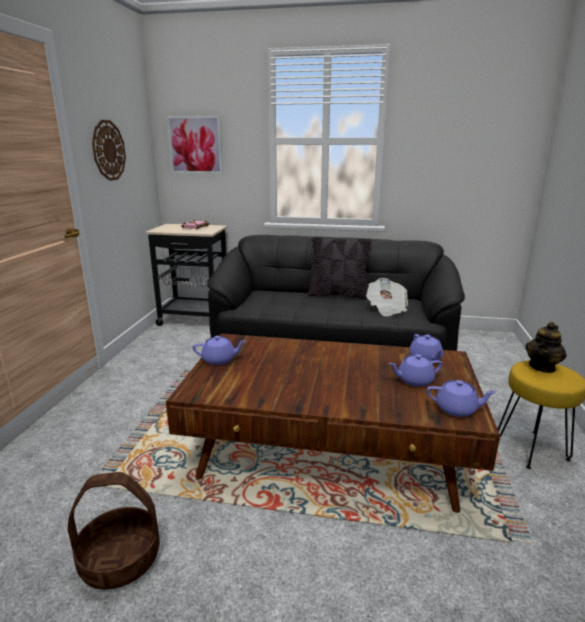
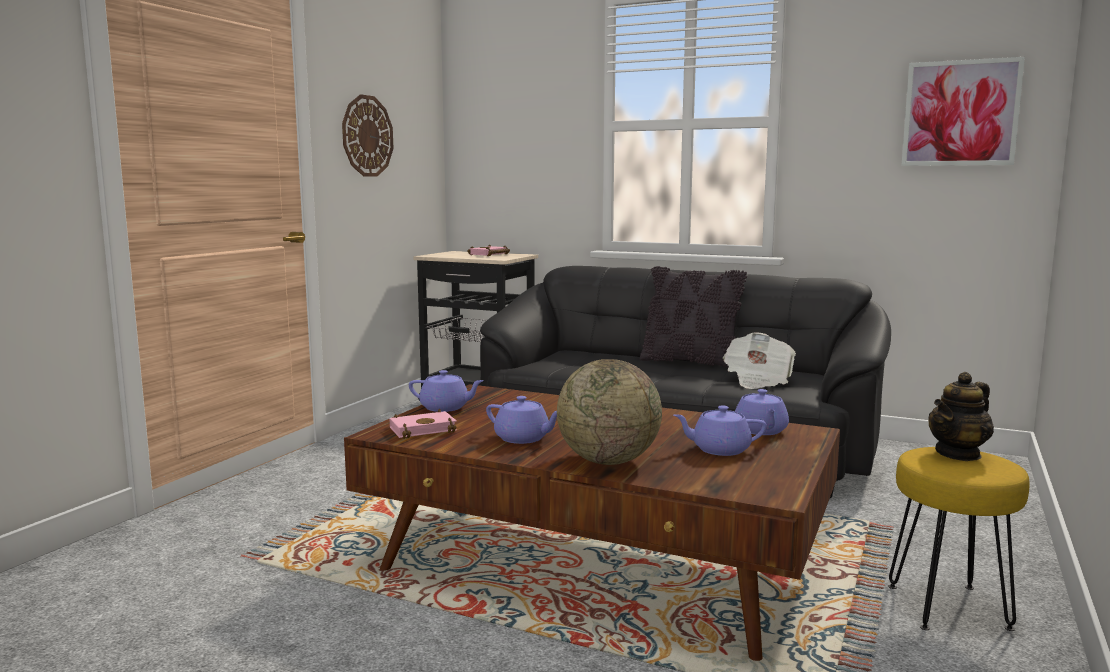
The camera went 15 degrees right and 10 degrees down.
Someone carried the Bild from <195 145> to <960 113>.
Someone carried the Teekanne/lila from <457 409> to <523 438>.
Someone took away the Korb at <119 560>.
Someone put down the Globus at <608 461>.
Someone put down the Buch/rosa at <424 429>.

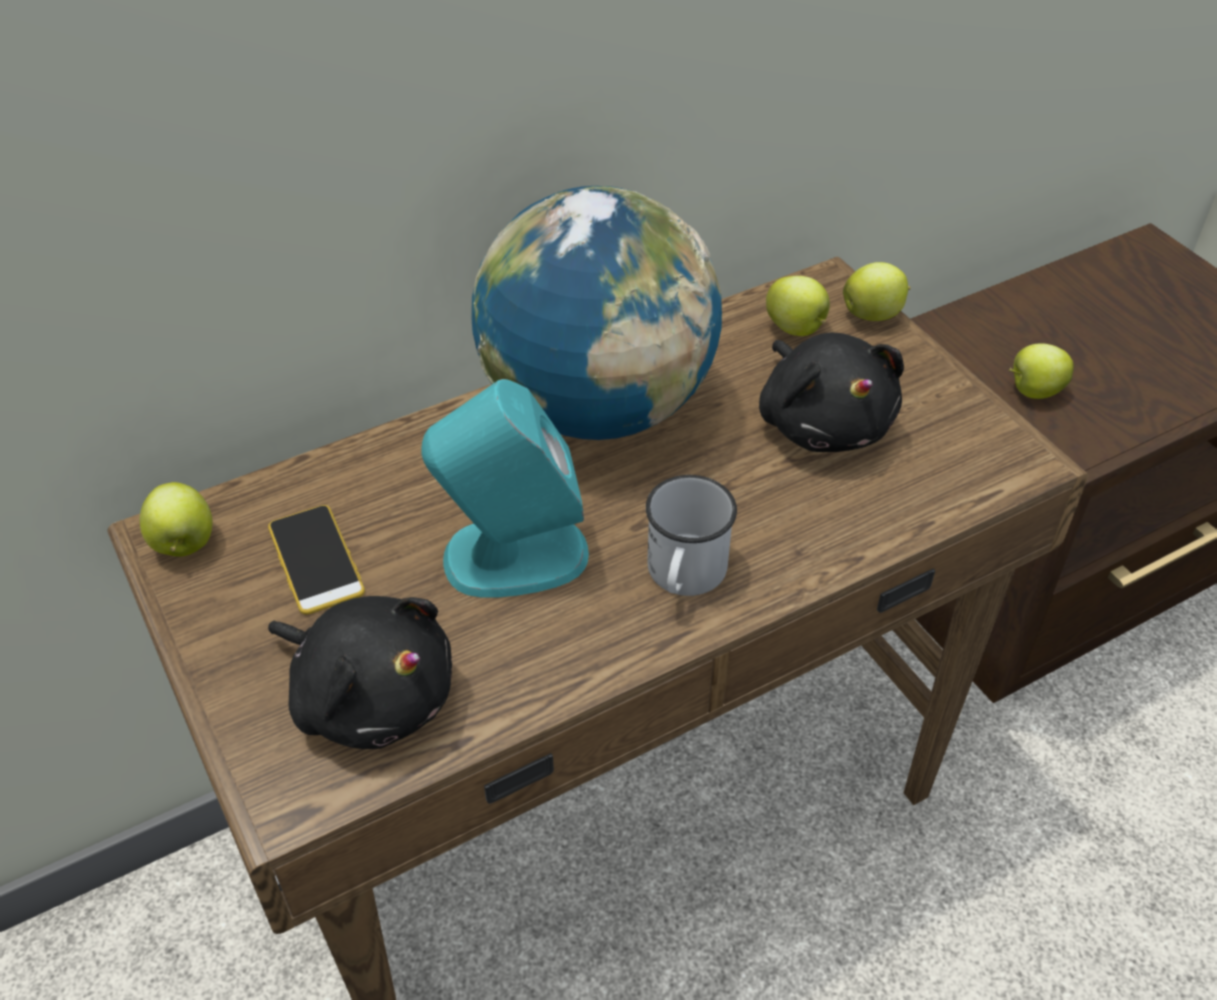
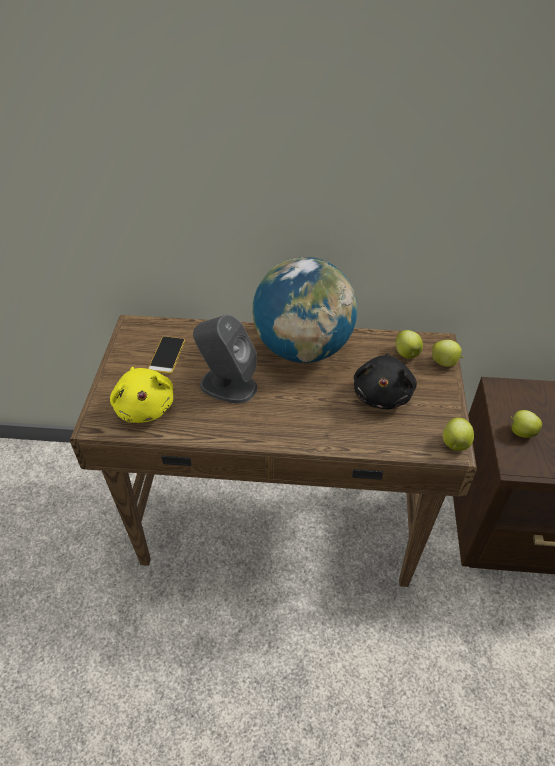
The camera went 35 degrees right and 0 degrees up.
Someone repainted the Lautsprecher/türkis at <513 556>, which became the Lautsprecher/grau at <227 385>.
Someone took away the Henkelbecher/weiß at <683 576>.
Someone carried the Apfel from <184 544> to <455 444>.
Someone repainted the Plüschtier/schwarz at <370 695>, which became the Plüschtier/gelb at <145 406>.

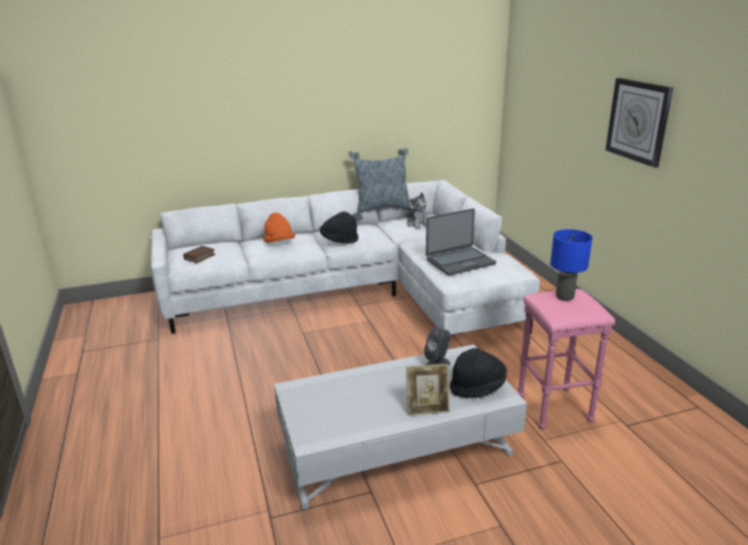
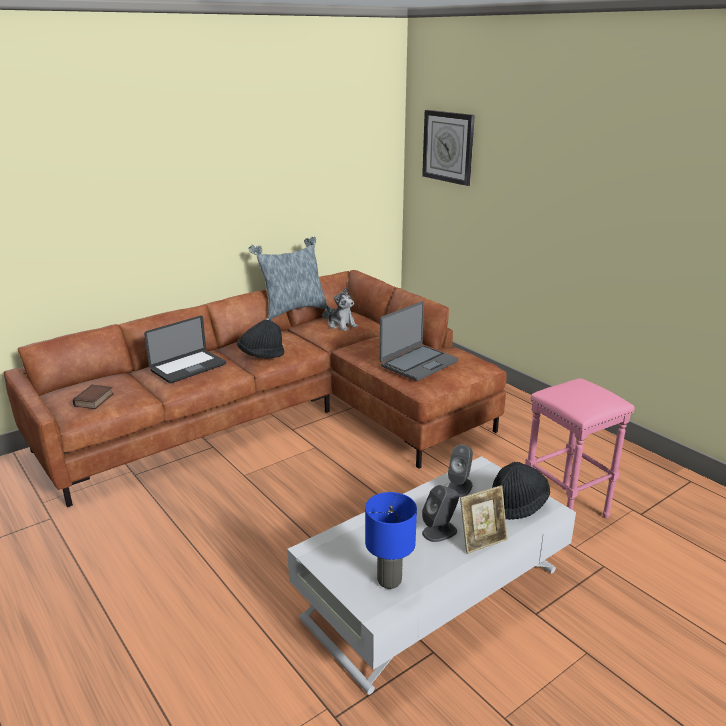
The camera went 20 degrees left and 0 degrees up.
Someone carried the Wanduhr from <638 121> to <448 147>.
Someone repainted the Sofa/weiß at <353 294>, which became the Sofa/braun at <279 417>.
Someone swapped the Hut/orange at <279 243> for the Laptop at <188 367>.
Someone carried the Tischlampe/blau from <564 298> to <389 582>.
Someone put down the Lautsprecher/grau at <440 531>.

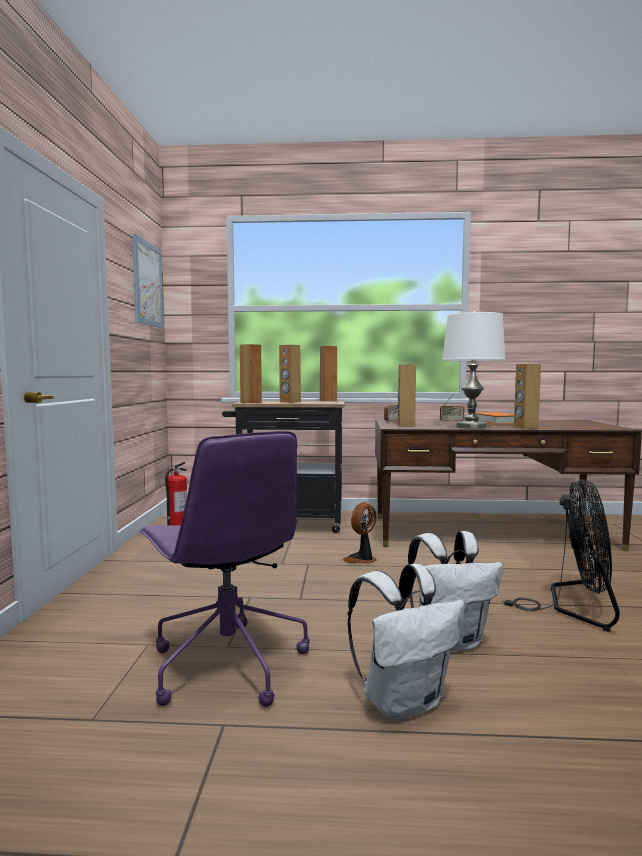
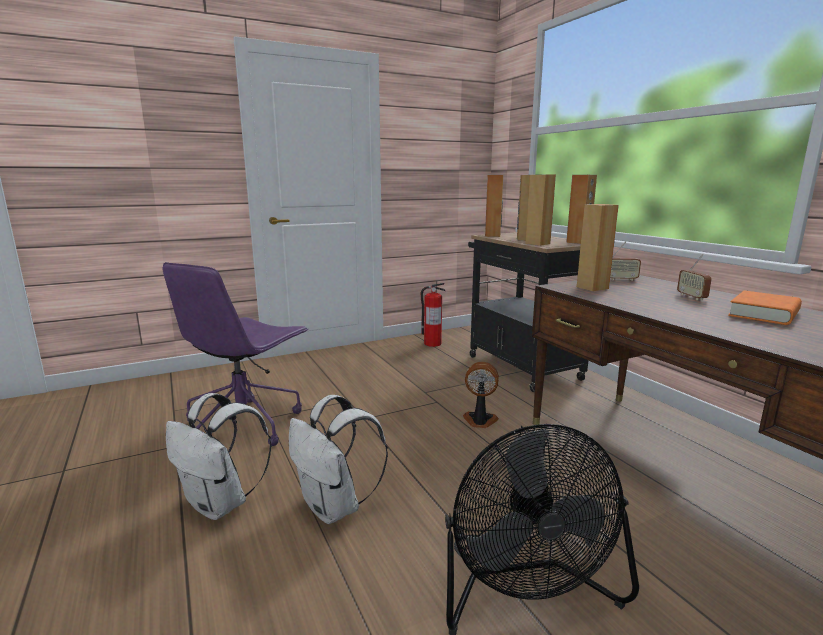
The camera went 60 degrees right and 10 degrees up.
Someone took away the Bild at <147 284>.
Someone took away the Tischlampe/weiß at <471 427>.
Someone carried the Lautsprecher/braun from <525 427> to <537 243>.

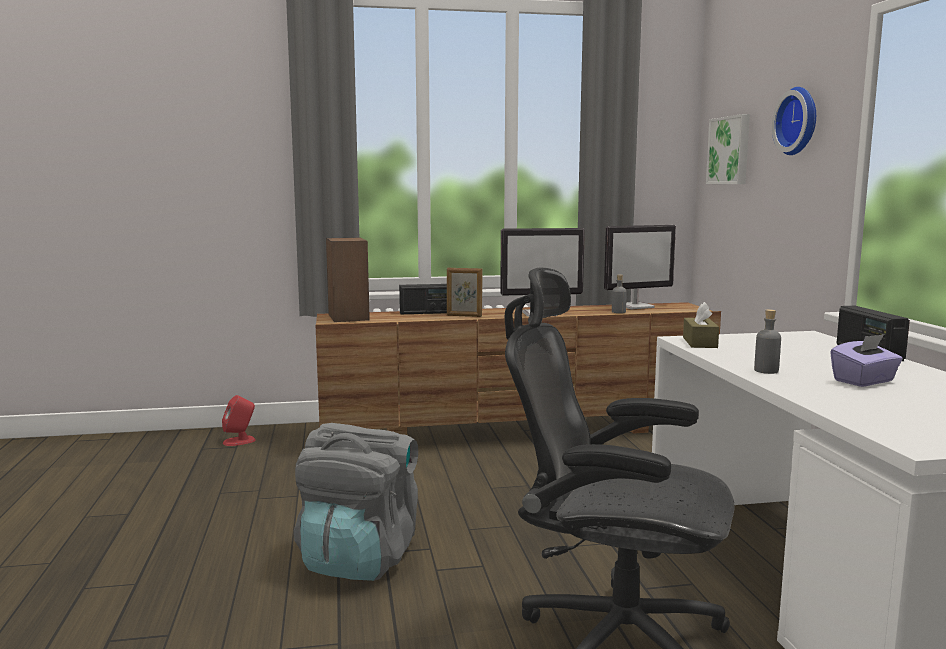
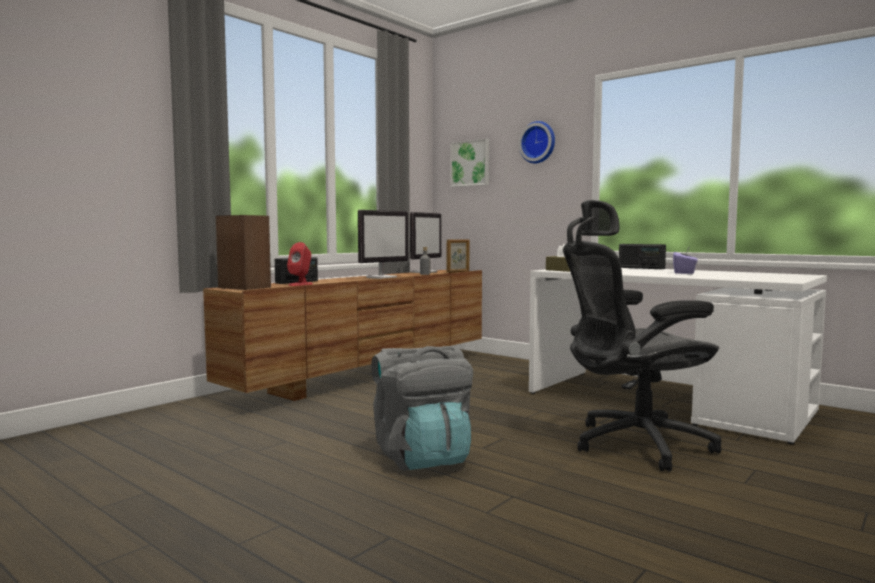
The camera went 40 degrees left and 5 degrees down.
Someone carried the Bilderrahmen from <464 316> to <458 272>.
Someone took away the Flasche/grau at <766 371>.
Someone carried the Lautsprecher/rot from <239 441> to <301 284>.

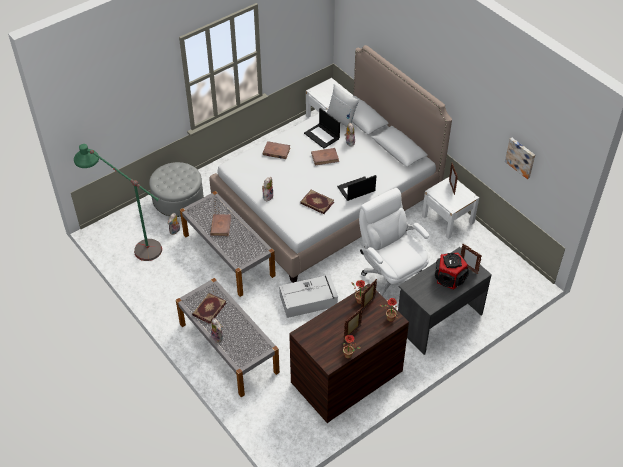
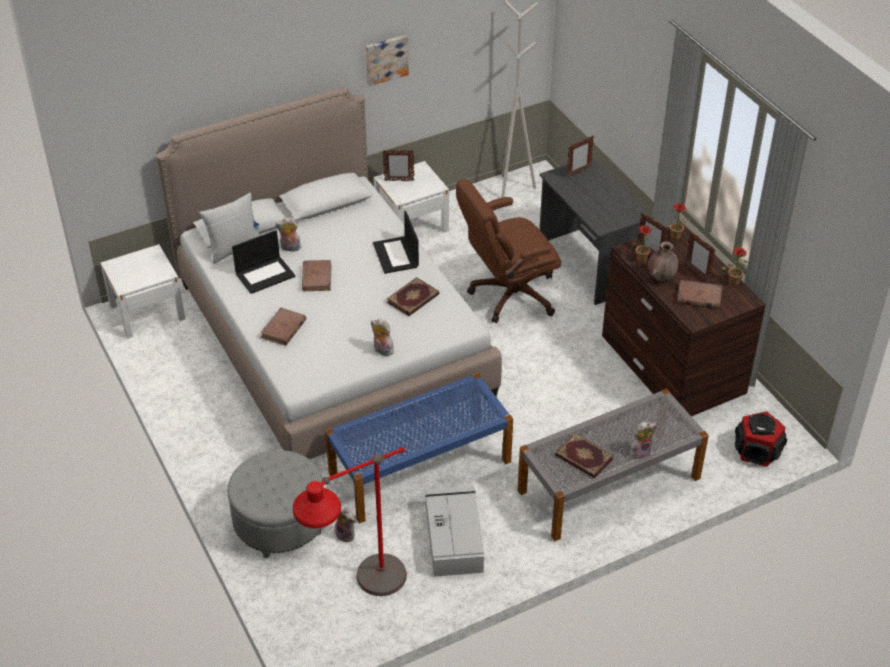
The camera went 80 degrees left and 5 degrees down.
Someone carried the Bild from <521 157> to <386 59>.
Someone repainted the Stehlampe/grün at <130 244>, which became the Stehlampe/rot at <360 600>.
Someone repainted the Bürostuhl/weiß at <390 278>, which became the Bürostuhl/braun at <507 296>.
Someone repainted the Bank/grau at <229 255>, which became the Bank/blau at <420 467>.
Someone carried the Buch/braun from <221 226> to <699 297>.
Someone carried the Lautsprecher from <449 278> to <757 451>.
Someone carried the Aufbewahrungsbox/grau from <309 300> to <453 537>.
Someone put down the Kleiderständer/grau at <513 187>.
Someone put down the Vase/braun at <661 277>.

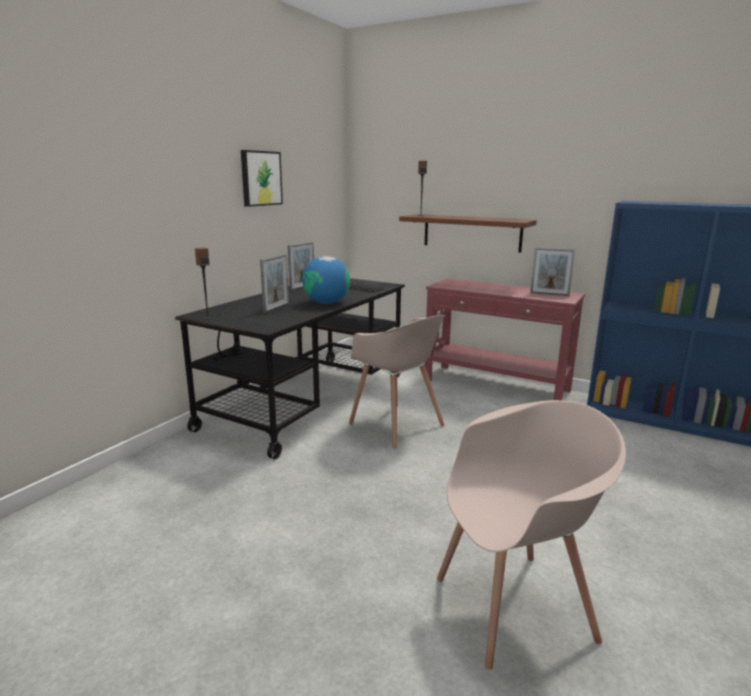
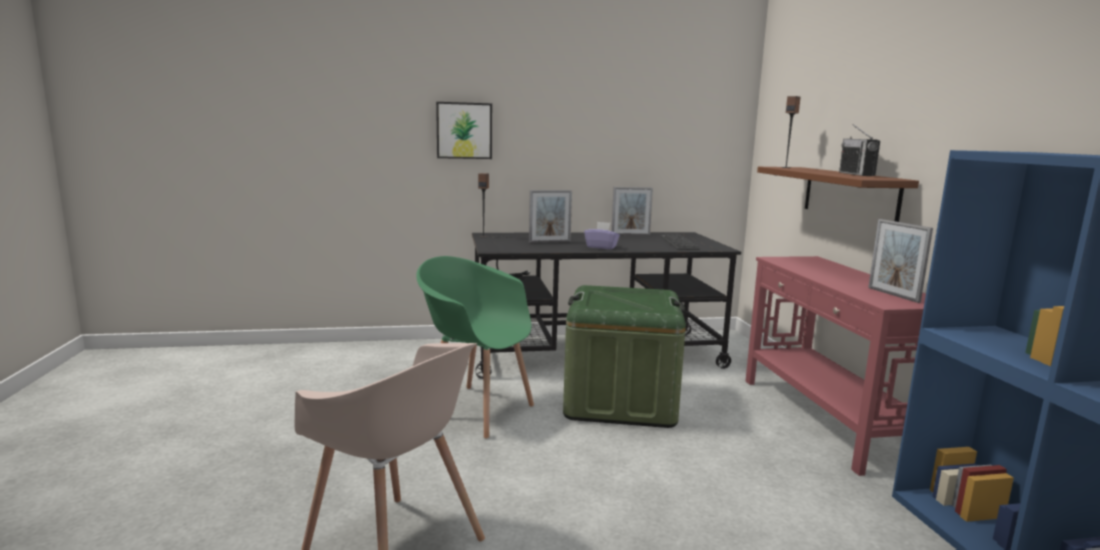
The camera went 50 degrees right and 5 degrees down.
Someone carried the Bild from <260 178> to <464 130>.
Someone swapped the Globus at <326 303> for the Taschentuchbox/lila at <601 247>.
Someone swapped the Stuhl/beige at <396 426> for the Aufbewahrungsbox/grün at <620 401>.
Someone put down the Radio at <856 174>.
Someone put down the Stuhl/grün at <474 411>.

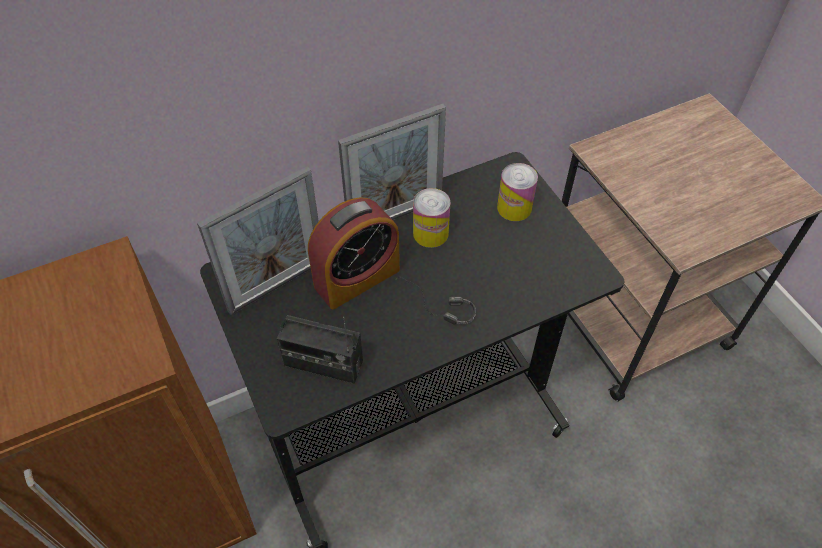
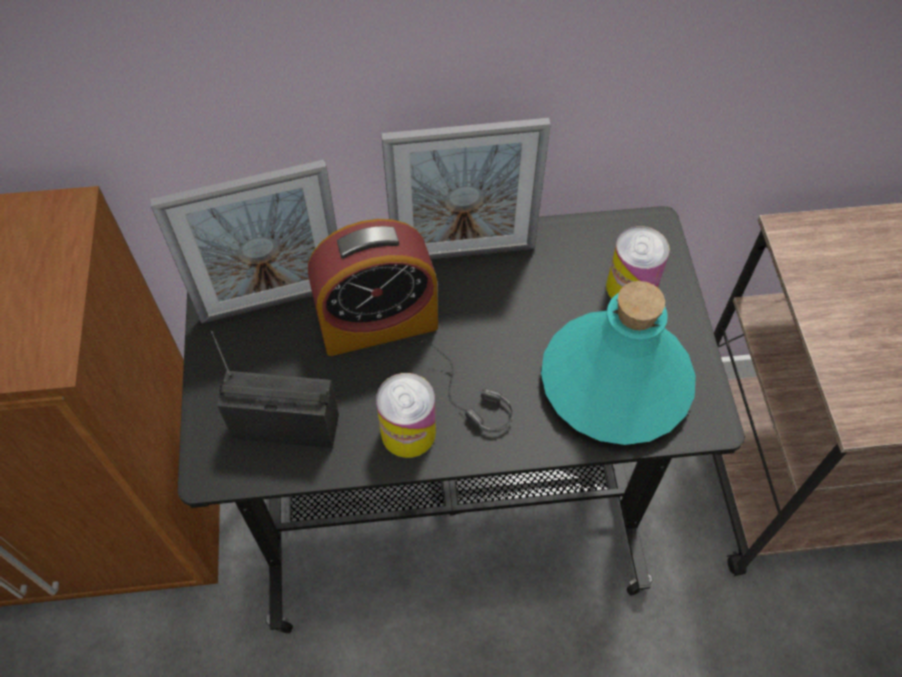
The camera went 20 degrees right and 5 degrees up.
Someone carried the Dose from <430 233> to <408 432>.
Someone rotated the Radio at <323 363> by 150 degrees clockwise.
Someone put down the Flasche/türkis at <616 382>.

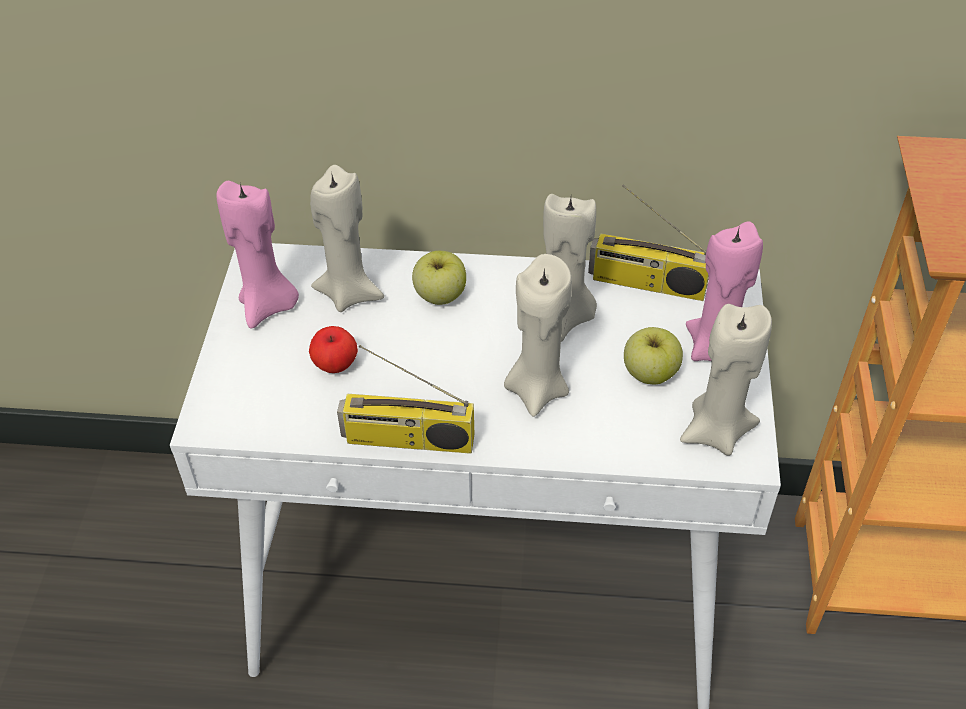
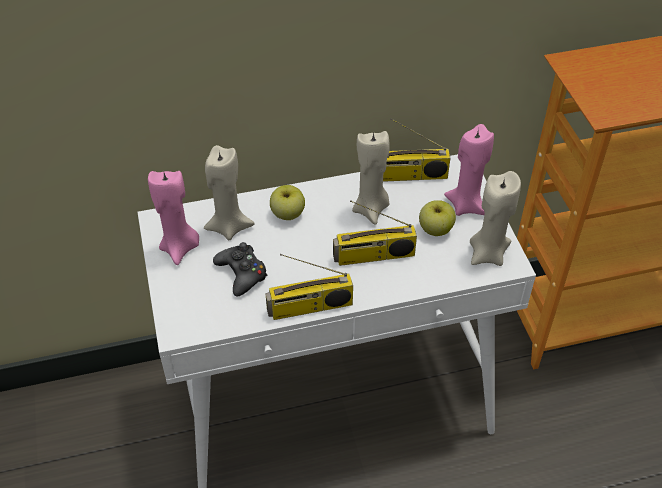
The camera went 20 degrees left and 0 degrees up.
Someone swapped the Kerze/beige at <537 389> for the Radio at <373 256>.
Someone swapped the Apfel at <335 364> for the Gamepad/schwarz at <242 273>.

